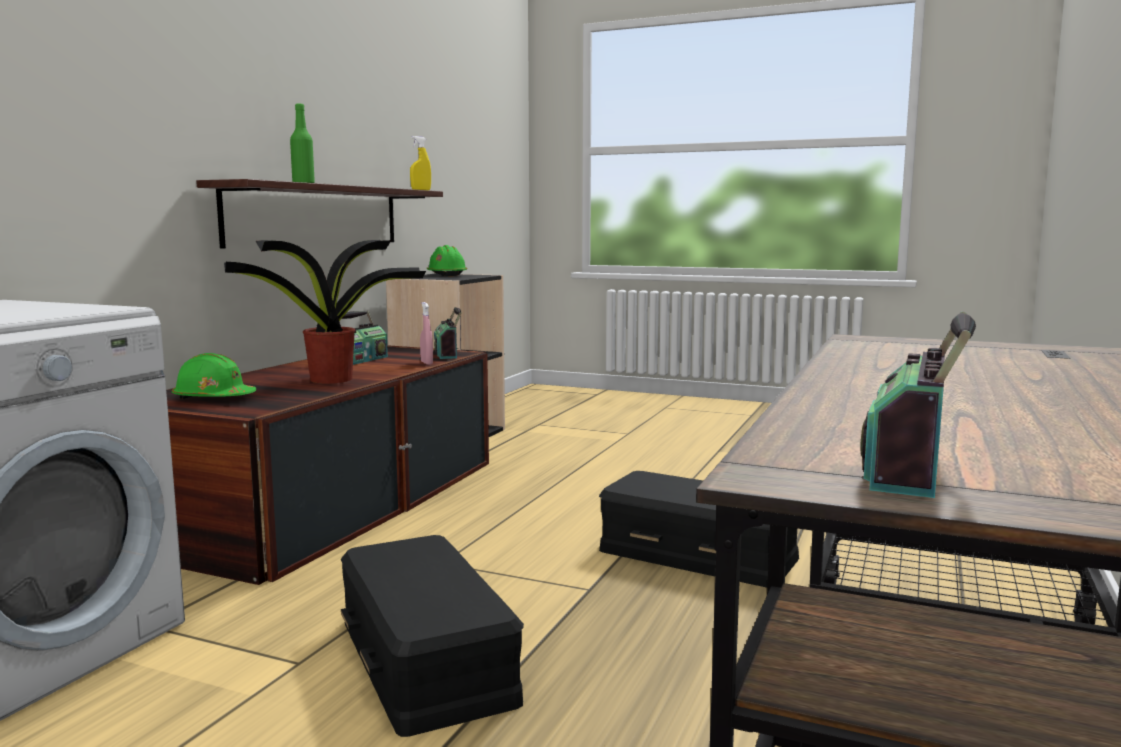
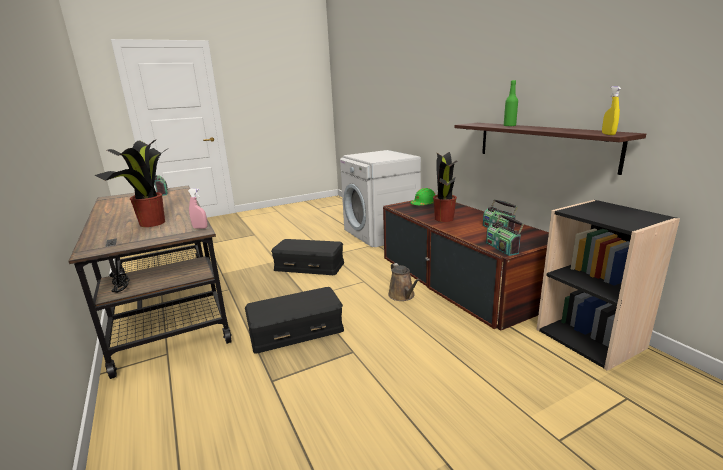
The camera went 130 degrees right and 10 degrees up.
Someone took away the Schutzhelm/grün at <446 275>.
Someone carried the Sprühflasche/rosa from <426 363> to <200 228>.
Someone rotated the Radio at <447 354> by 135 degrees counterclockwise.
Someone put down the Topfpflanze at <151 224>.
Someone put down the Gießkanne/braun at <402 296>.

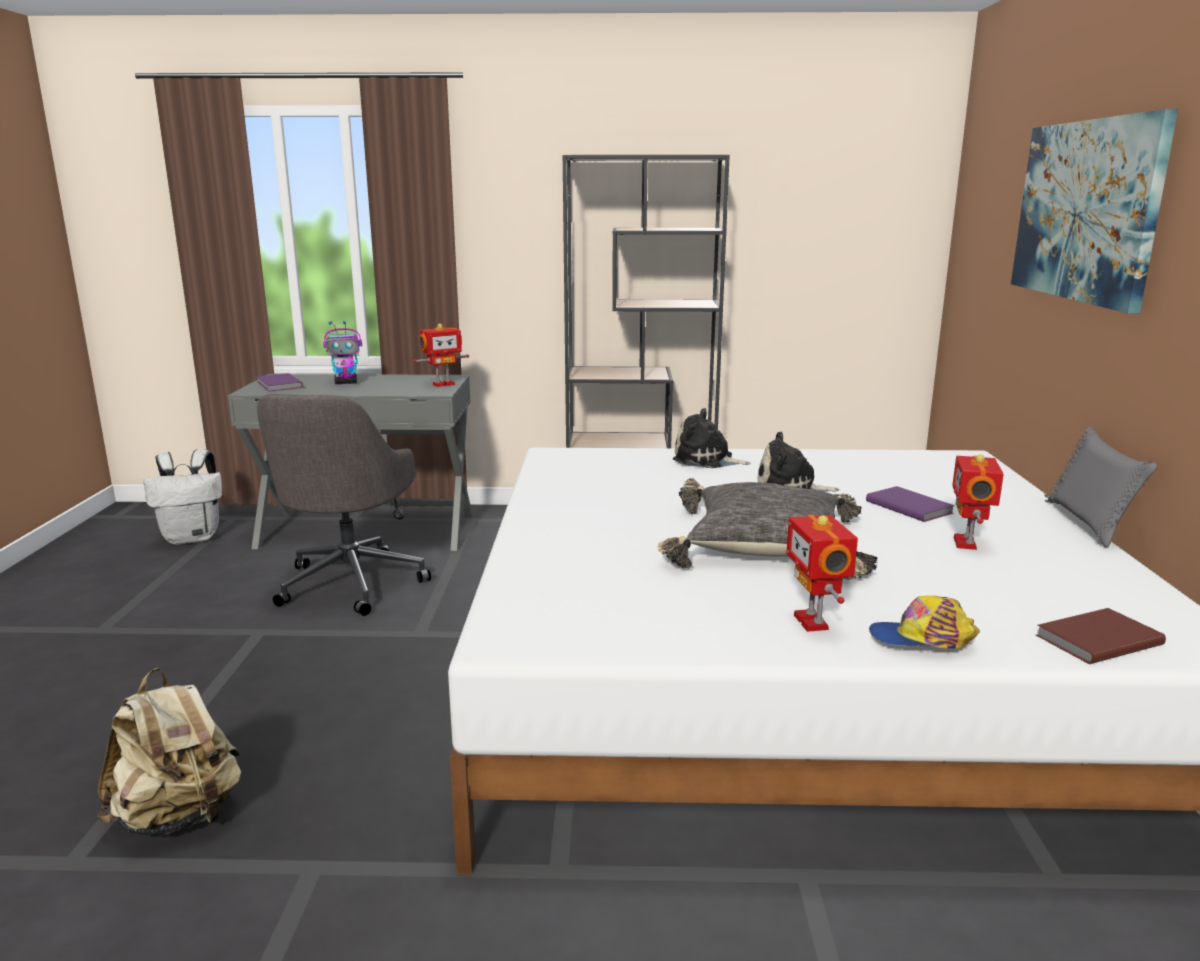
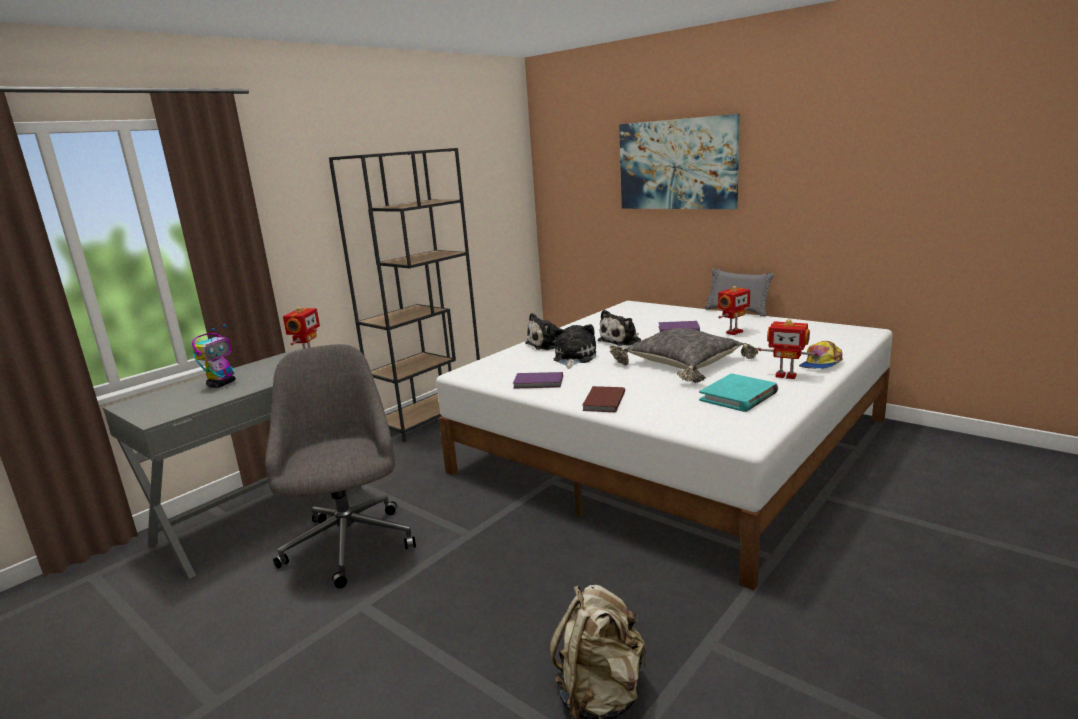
The camera went 50 degrees left and 0 degrees up.
Someone carried the Buch/lila from <278 385> to <539 382>.
Someone rotated the Bürostuhl/grau at <351 584> by 150 degrees counterclockwise.
Someone took away the Rucksack/weiß at <193 537>.
Someone rotated the Spielzeugroboter at <967 543> by 90 degrees counterclockwise.
Someone carried the Buch/braun from <1095 639> to <602 401>.
Someone put down the Plüschtier at <573 358>.
Someone put down the Buch/türkis at <738 396>.

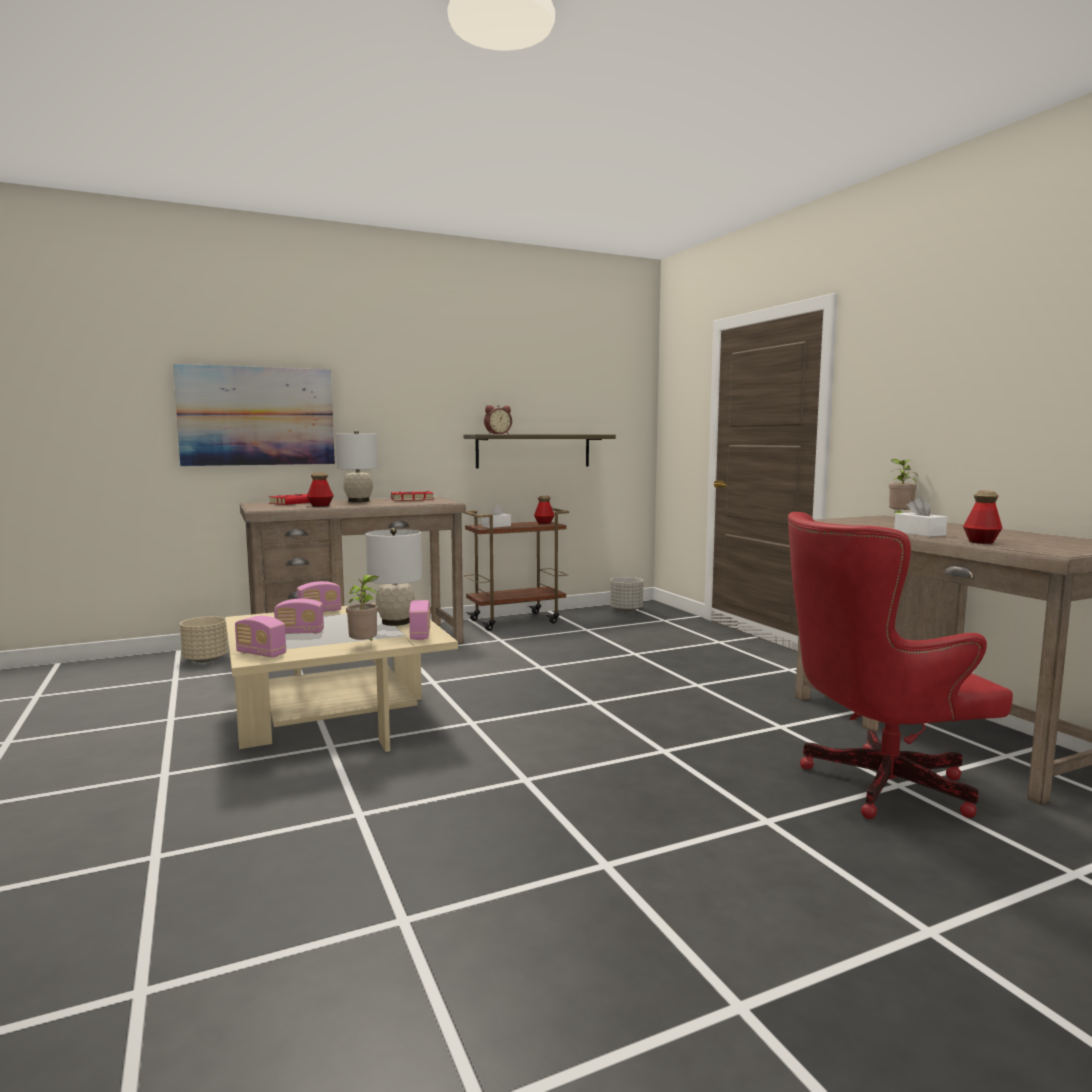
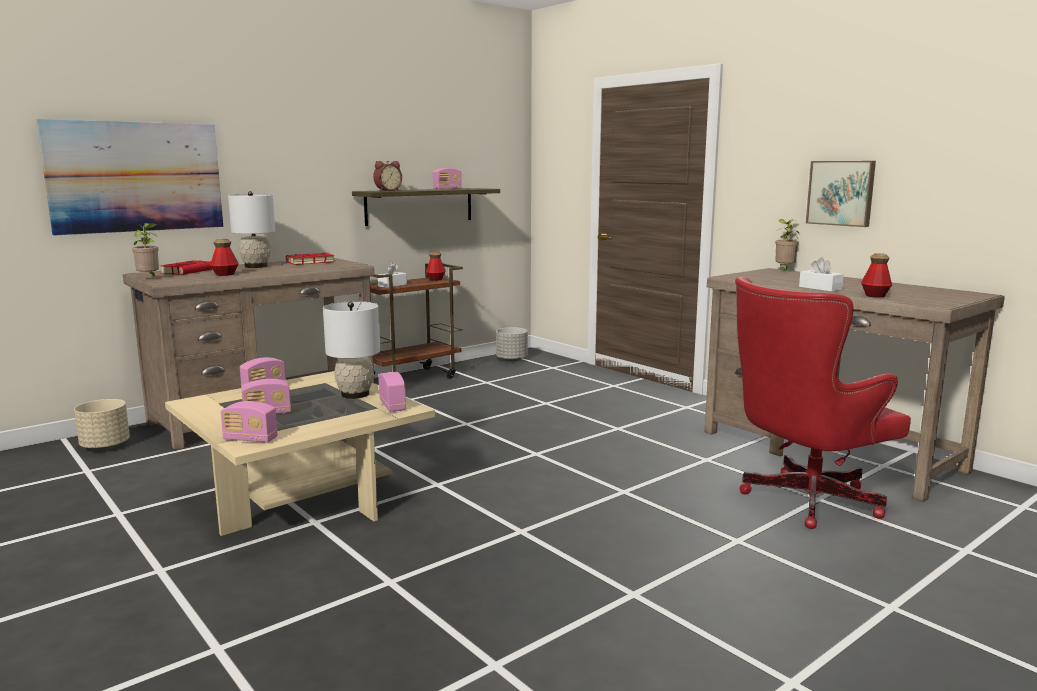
The camera went 15 degrees left and 5 degrees up.
Someone carried the Topfpflanze from <364 646> to <149 278>.
Someone put up the Bild at <841 193>.
Someone put down the Radio at <447 189>.

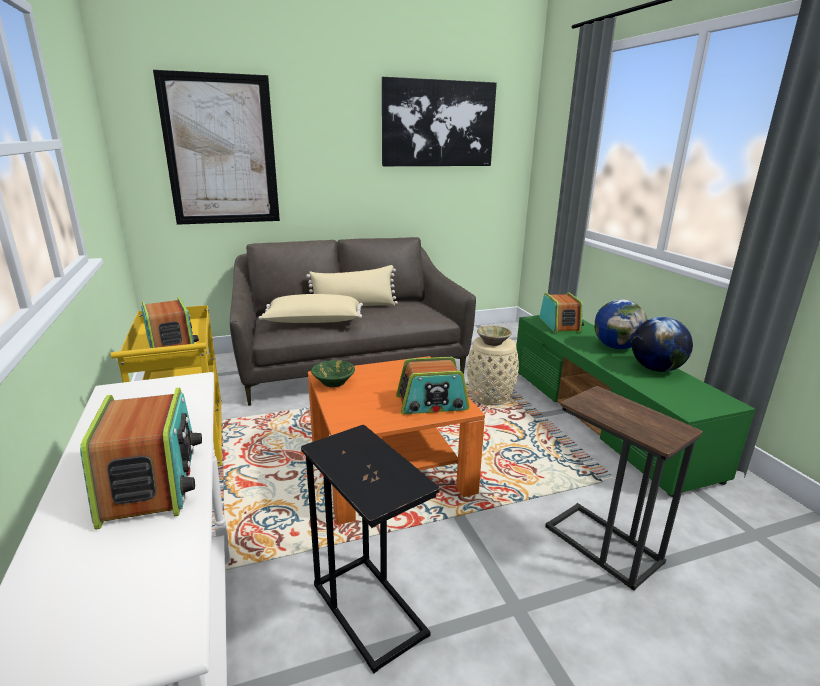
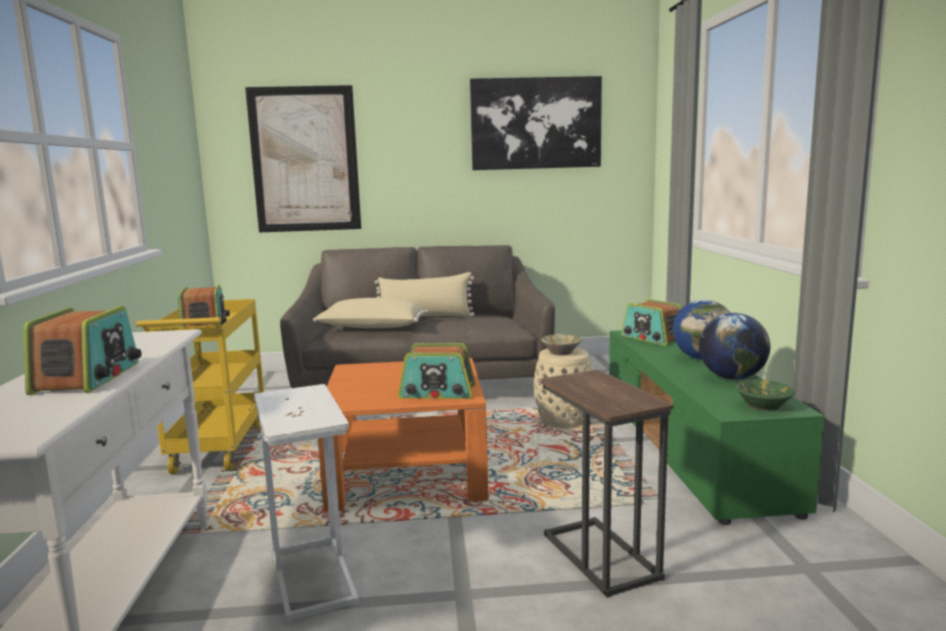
The camera went 15 degrees right and 10 degrees down.
Someone rotated the Radio at <559 325> by 135 degrees clockwise.
Someone carried the Schüssel/grün from <333 382> to <763 406>.
Someone repainted the Beistelltisch/schwarz at <367 609>, which became the Beistelltisch/weiß at <312 577>.

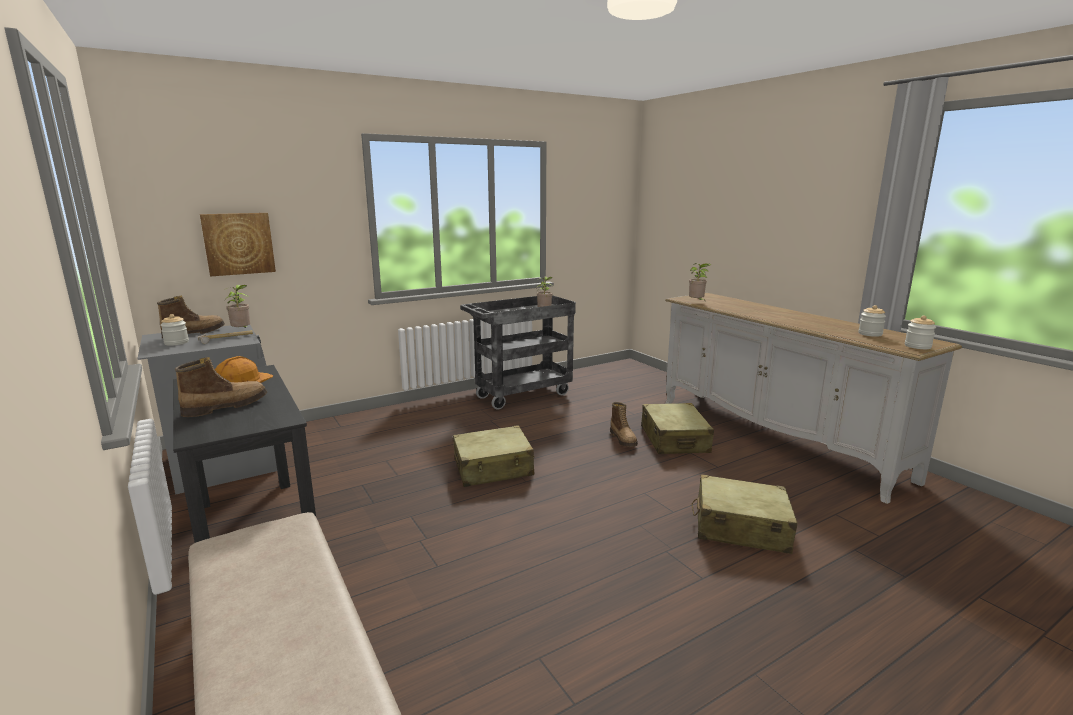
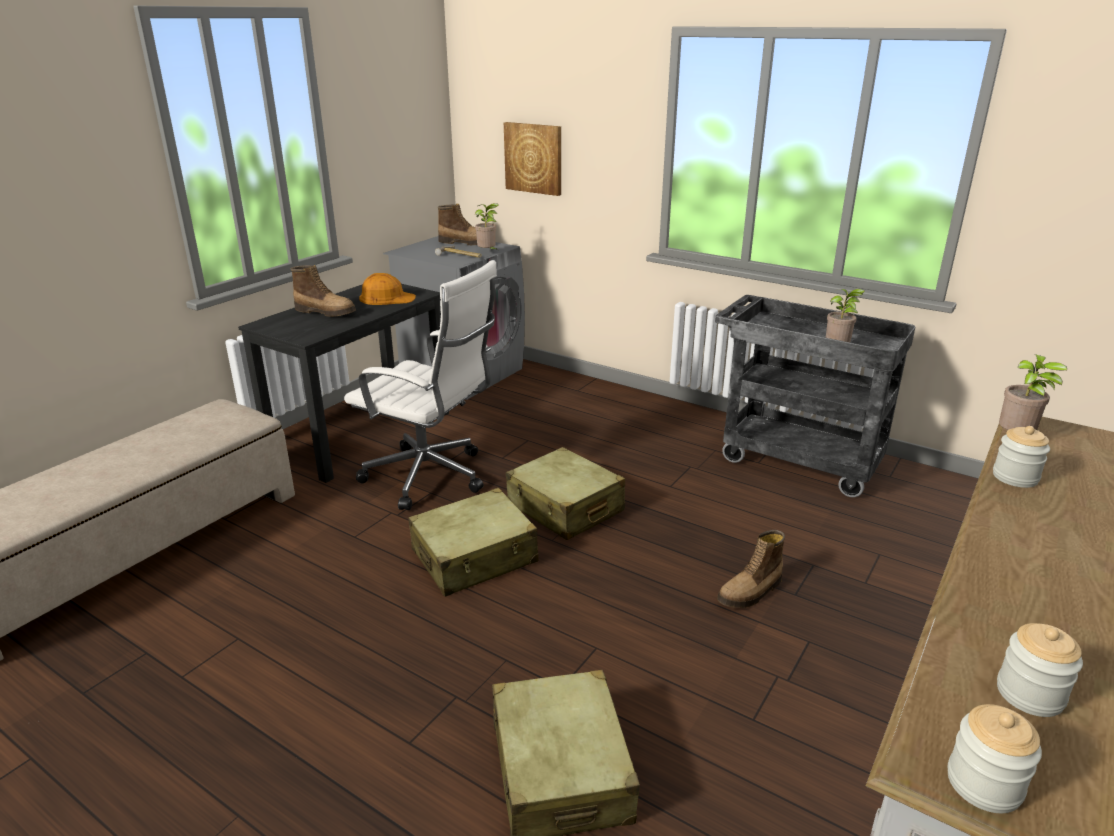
The camera went 65 degrees right and 10 degrees up.
Someone carried the Vorratsglas from <176 343> to <1015 477>.
Someone carried the Koffer/beige from <674 439> to <475 557>.
Someone put down the Bürostuhl/weiß at <431 477>.

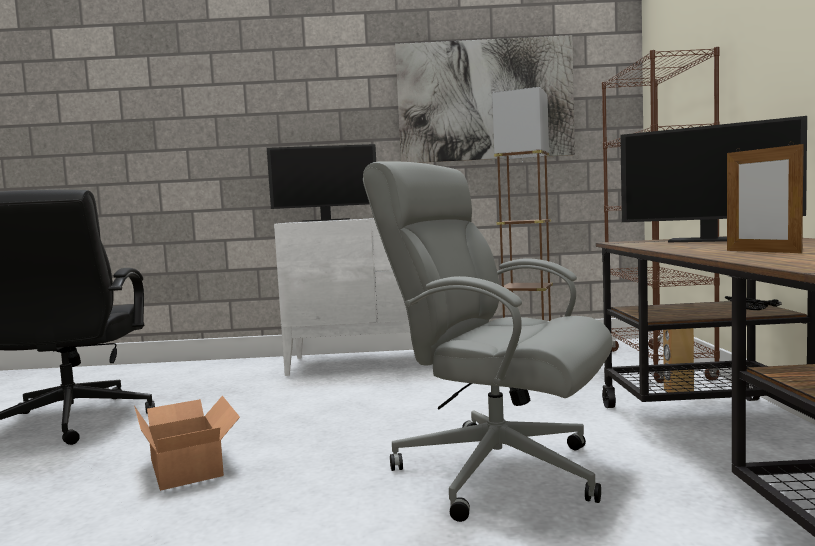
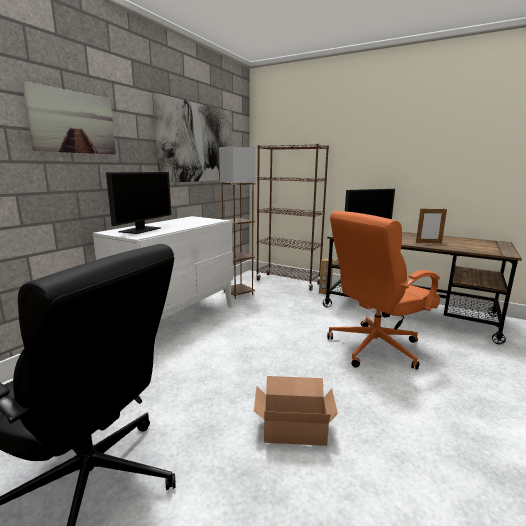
The camera went 60 degrees left and 10 degrees up.
Someone repainted the Bürostuhl/grau at <499 471>, which became the Bürostuhl/orange at <375 347>.
Someone put up the Bild at <73 122>.

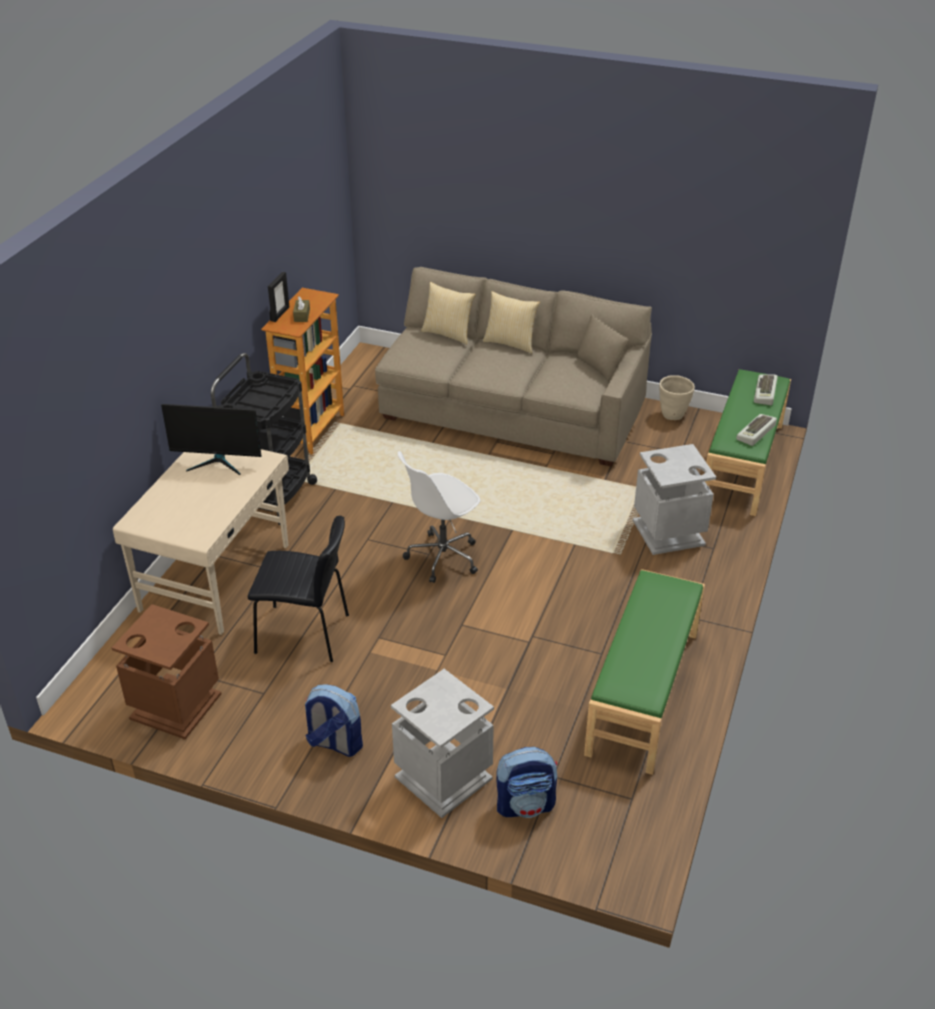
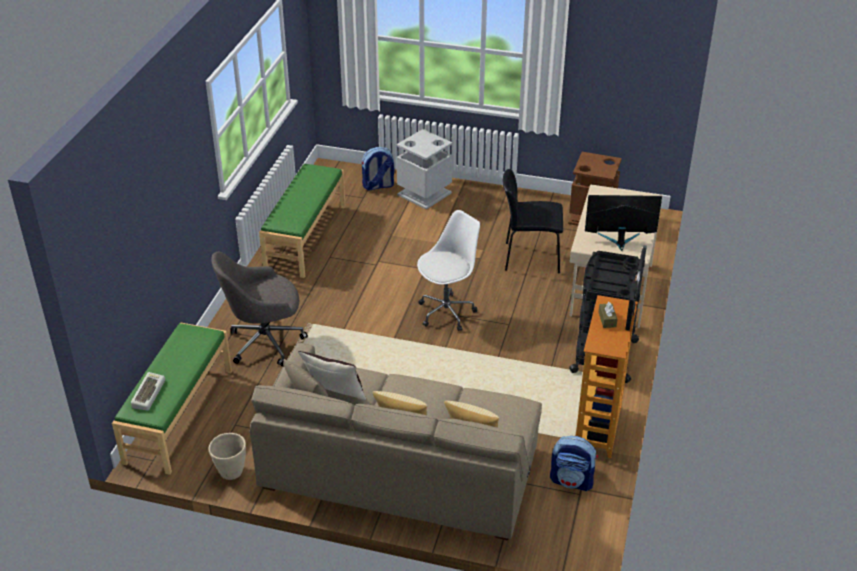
The camera went 175 degrees right and 0 degrees up.
Someone took away the Tastatur at <756 433>.
Someone swapped the Mülleimer/grau at <669 533> for the Bürostuhl/grau at <265 343>.
Someone carried the Rucksack from <334 743> to <572 481>.
Someone put down the Kissen at <334 396>.

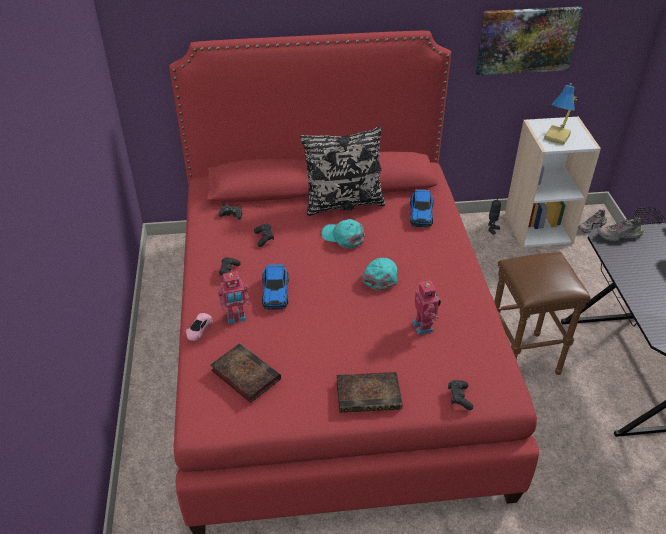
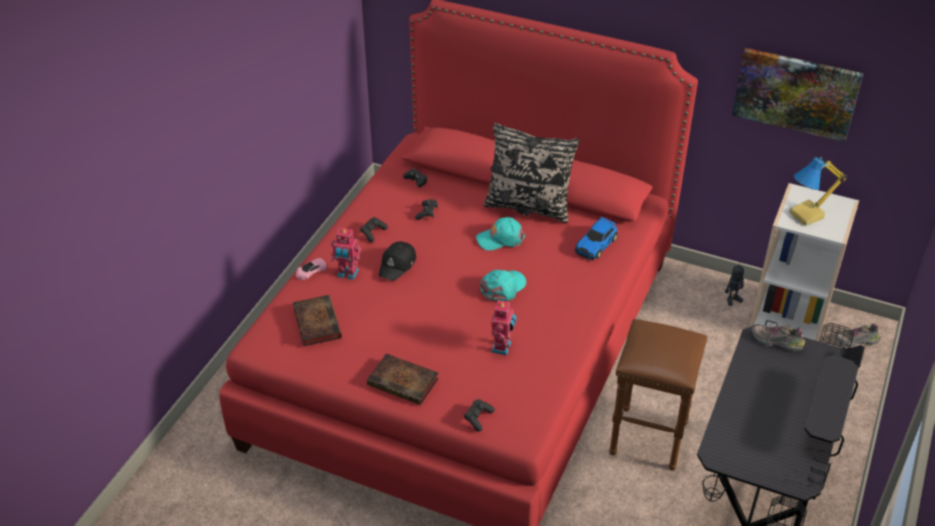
The camera went 30 degrees right and 0 degrees up.
Someone rotated the Kappe/türkis at <343 237> by 75 degrees counterclockwise.
Someone swapped the Spielzeugauto at <275 292> for the Kappe/schwarz at <397 265>.

